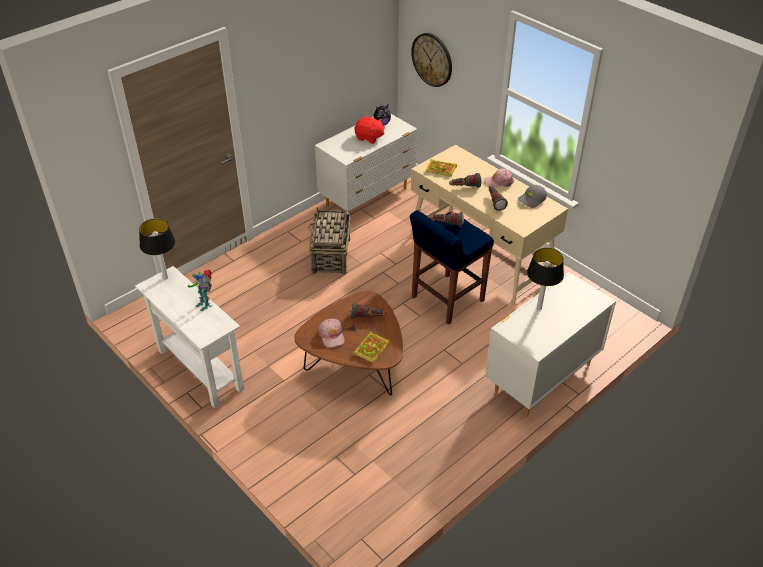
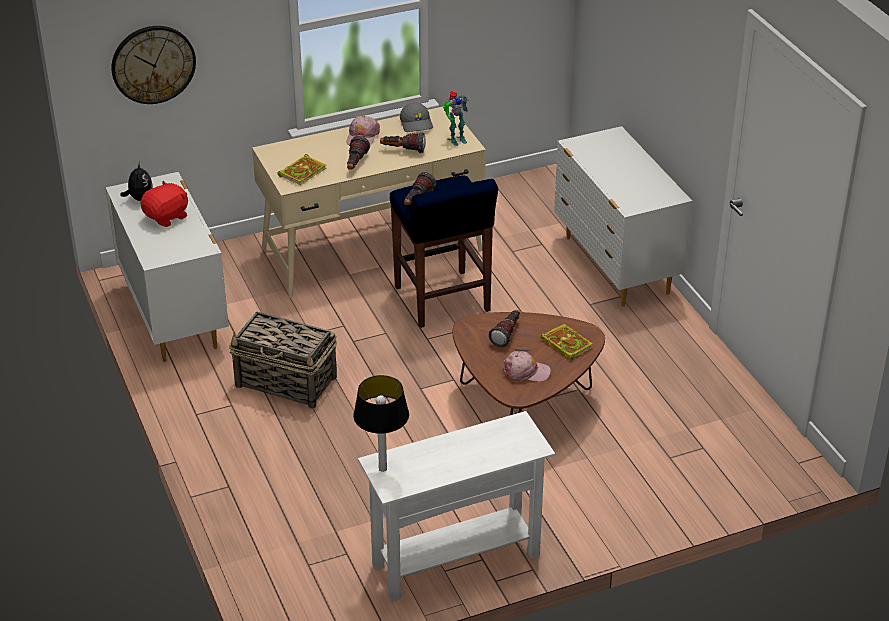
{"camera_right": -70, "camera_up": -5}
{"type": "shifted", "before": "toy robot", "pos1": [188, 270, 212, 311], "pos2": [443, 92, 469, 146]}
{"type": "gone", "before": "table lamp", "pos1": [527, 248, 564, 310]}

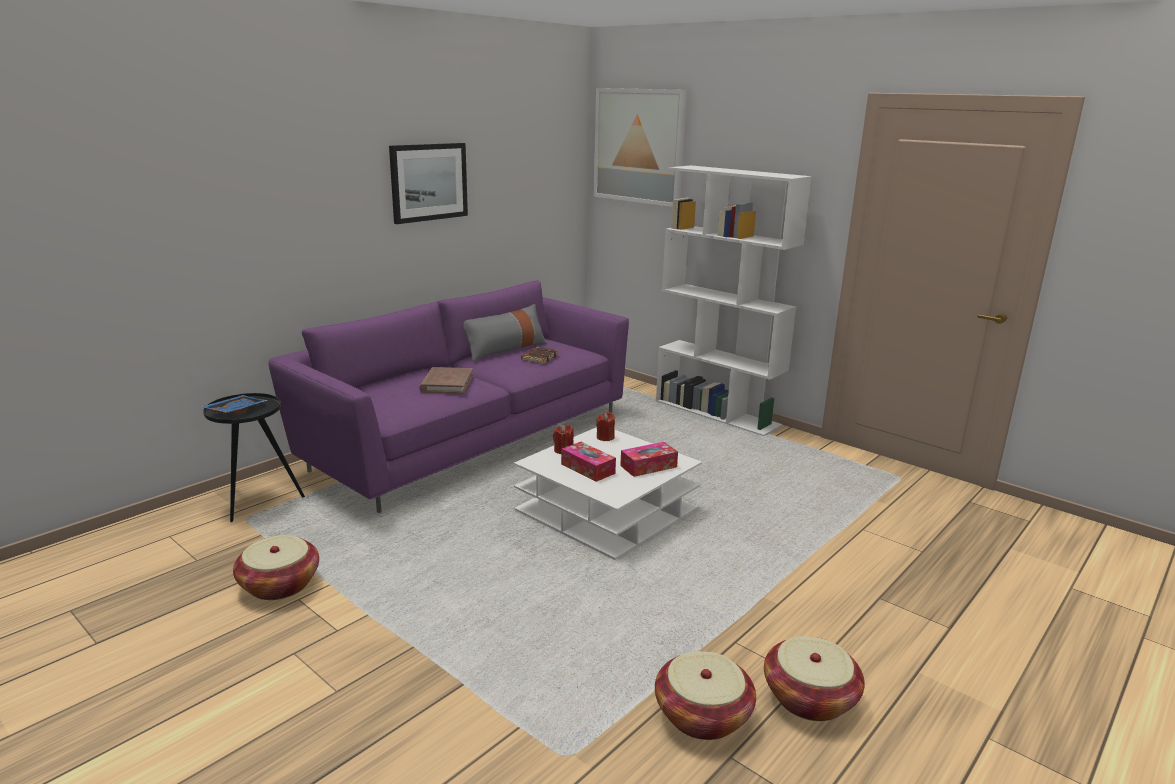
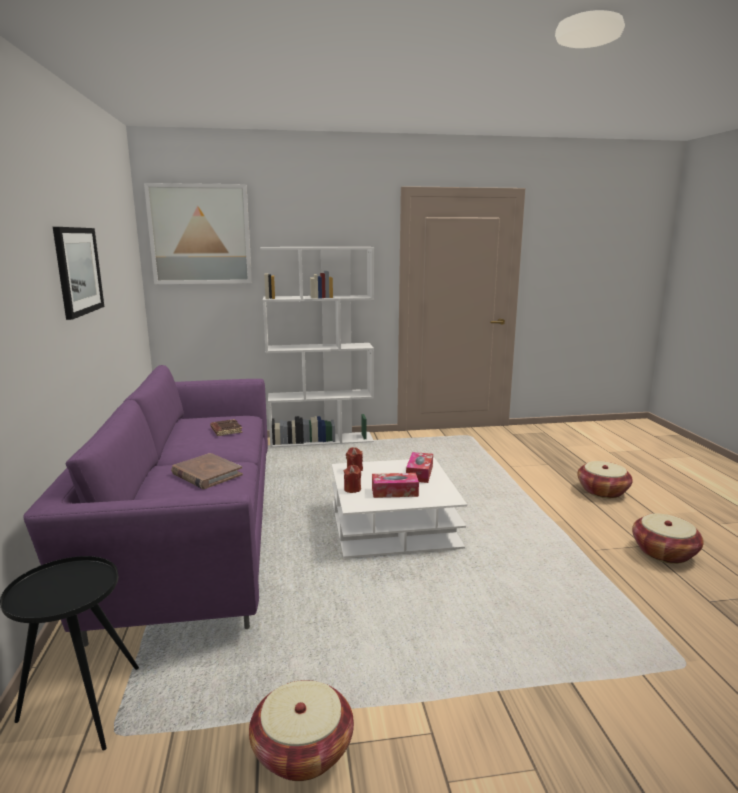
{"camera_right": -50, "camera_up": -5}
{"type": "gone", "before": "tray (blue)", "pos1": [200, 395, 268, 415]}
{"type": "gone", "before": "pillow (grey)", "pos1": [464, 304, 547, 362]}
{"type": "shifted", "before": "basket", "pos1": [655, 651, 756, 740], "pos2": [577, 461, 633, 498]}

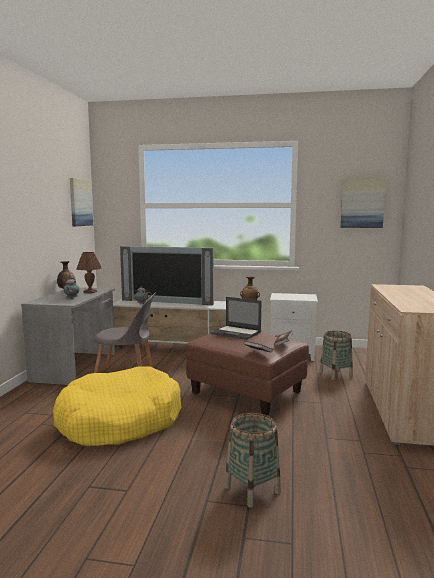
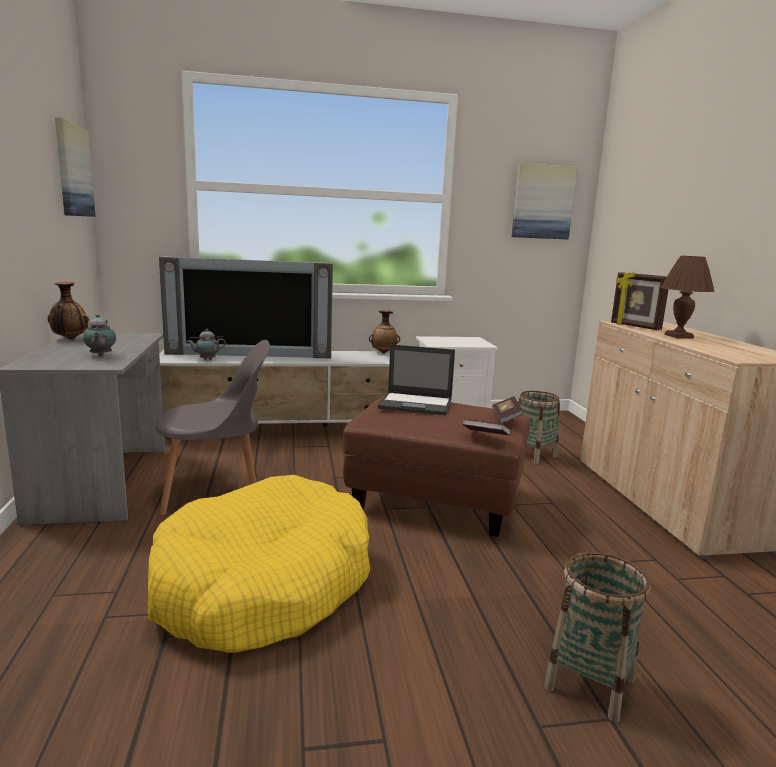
{"camera_right": -20, "camera_up": 5}
{"type": "shifted", "before": "table lamp (brown)", "pos1": [77, 252, 102, 293], "pos2": [661, 256, 715, 338]}
{"type": "new", "after": "picture frame", "pos2": [611, 271, 669, 330]}

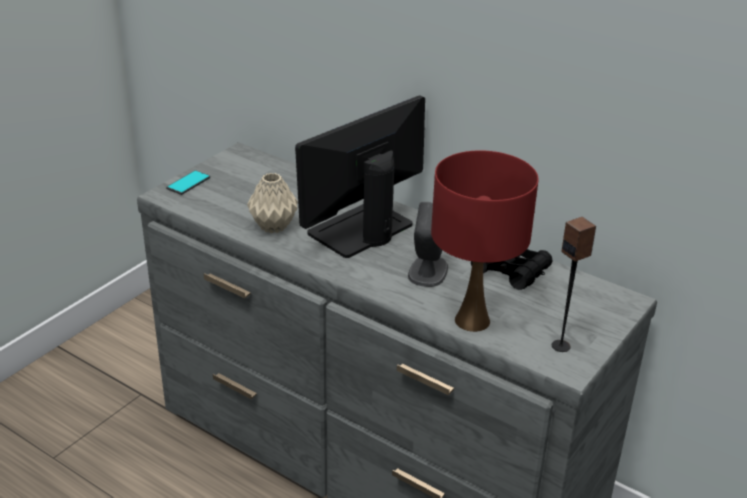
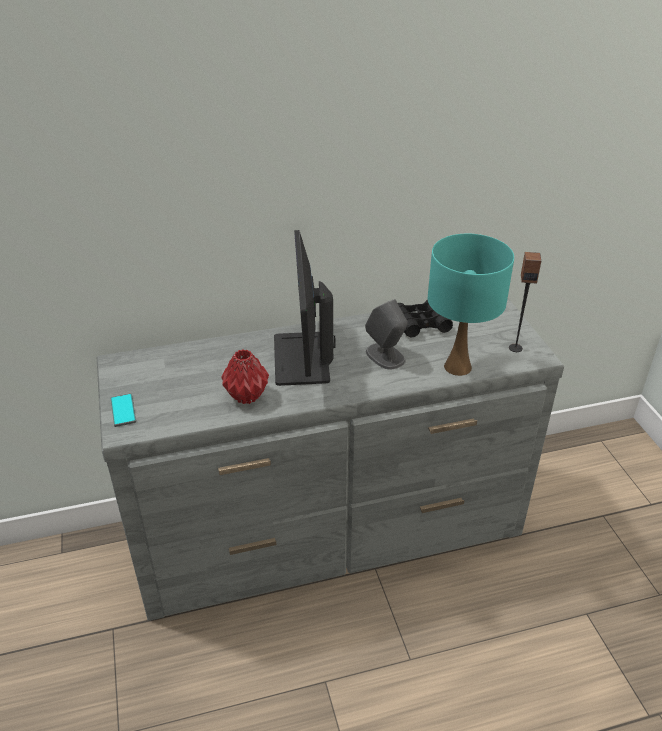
{"camera_right": -50, "camera_up": 5}
{"type": "repainted", "before": "vase (beige)", "after": "vase (red)", "pos1": [247, 173, 298, 233], "pos2": [221, 349, 269, 404]}
{"type": "repainted", "before": "table lamp (red)", "after": "table lamp (turquoise)", "pos1": [431, 150, 538, 332], "pos2": [428, 234, 514, 376]}

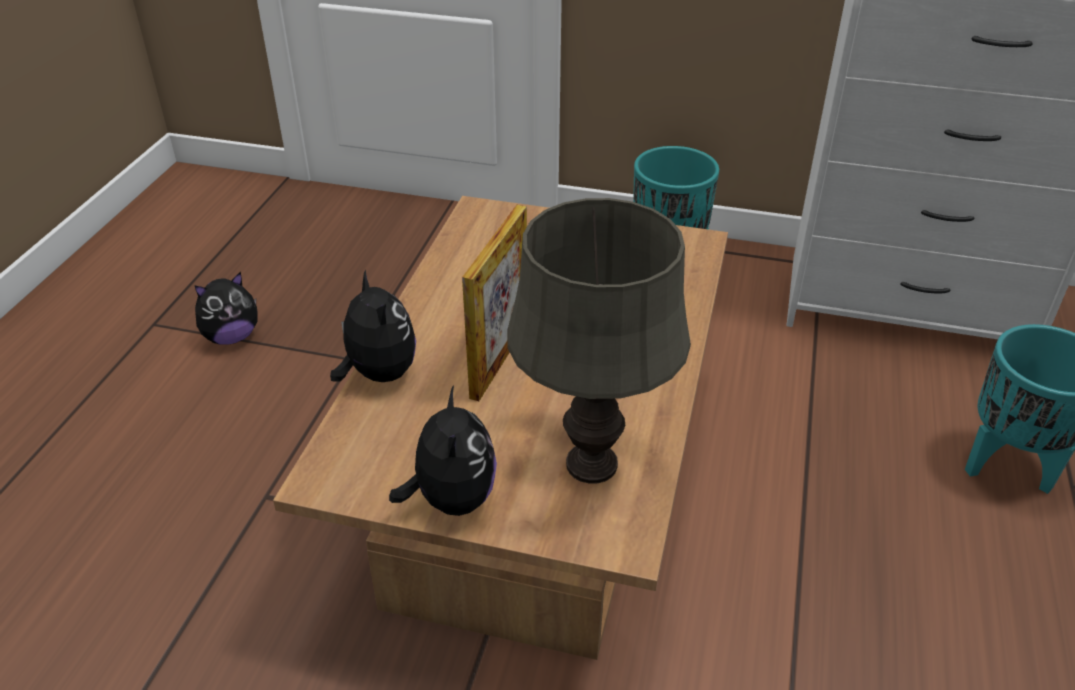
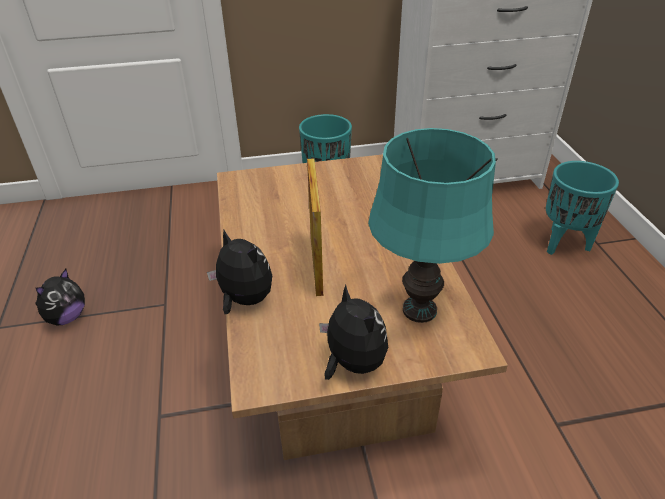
{"camera_right": -25, "camera_up": 0}
{"type": "repainted", "before": "table lamp (grey)", "after": "table lamp (turquoise)", "pos1": [507, 198, 691, 484], "pos2": [368, 128, 496, 323]}

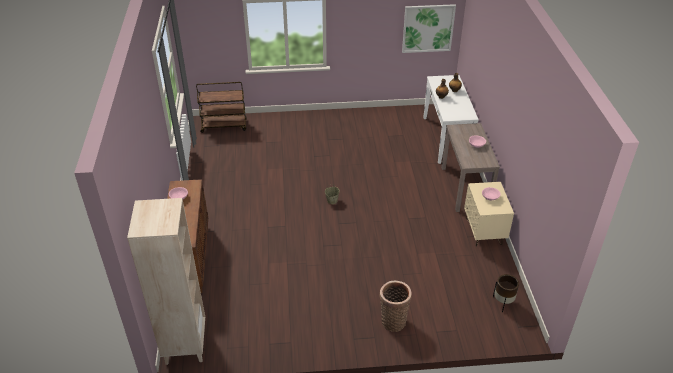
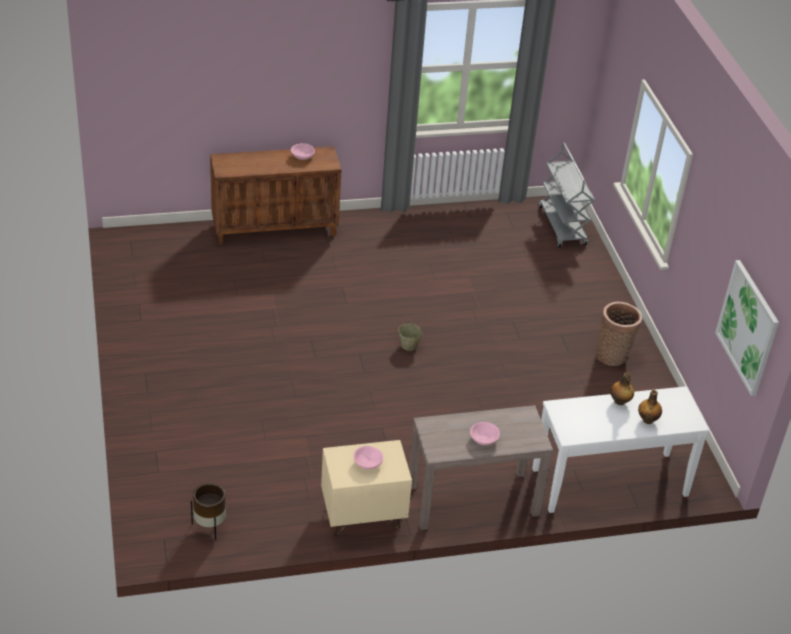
{"camera_right": 80, "camera_up": 0}
{"type": "gone", "before": "bookcase (beige)", "pos1": [127, 198, 205, 365]}
{"type": "repainted", "before": "cart (brown)", "after": "cart (grey)", "pos1": [196, 82, 247, 133], "pos2": [539, 143, 595, 247]}
{"type": "shifted", "before": "basket", "pos1": [380, 281, 412, 332], "pos2": [596, 302, 642, 366]}

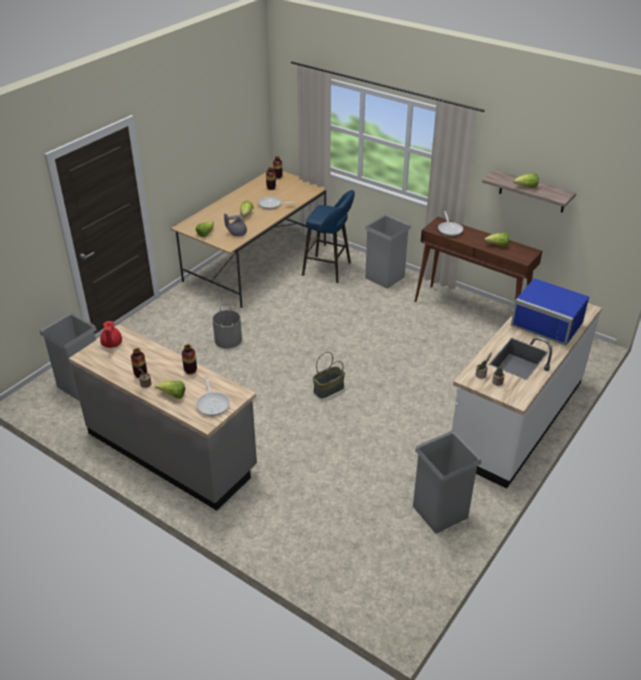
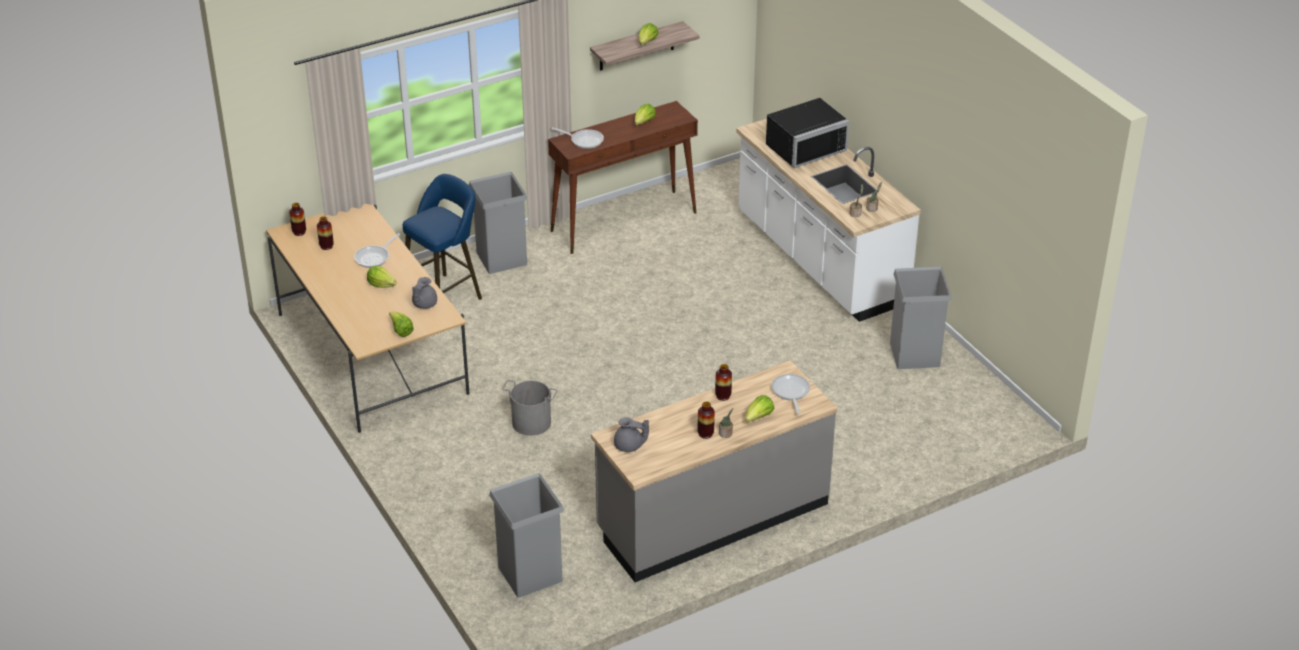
{"camera_right": -65, "camera_up": 0}
{"type": "repainted", "before": "teapot (red)", "after": "teapot (grey)", "pos1": [100, 321, 122, 348], "pos2": [614, 417, 649, 452]}
{"type": "rotated", "before": "frying pan", "pos1": [196, 376, 230, 416], "pos2": [771, 374, 810, 414], "turn": -105}
{"type": "gone", "before": "basket", "pos1": [313, 352, 345, 398]}
{"type": "repainted", "before": "microwave (blue)", "after": "microwave (black)", "pos1": [511, 278, 589, 346], "pos2": [766, 98, 849, 168]}

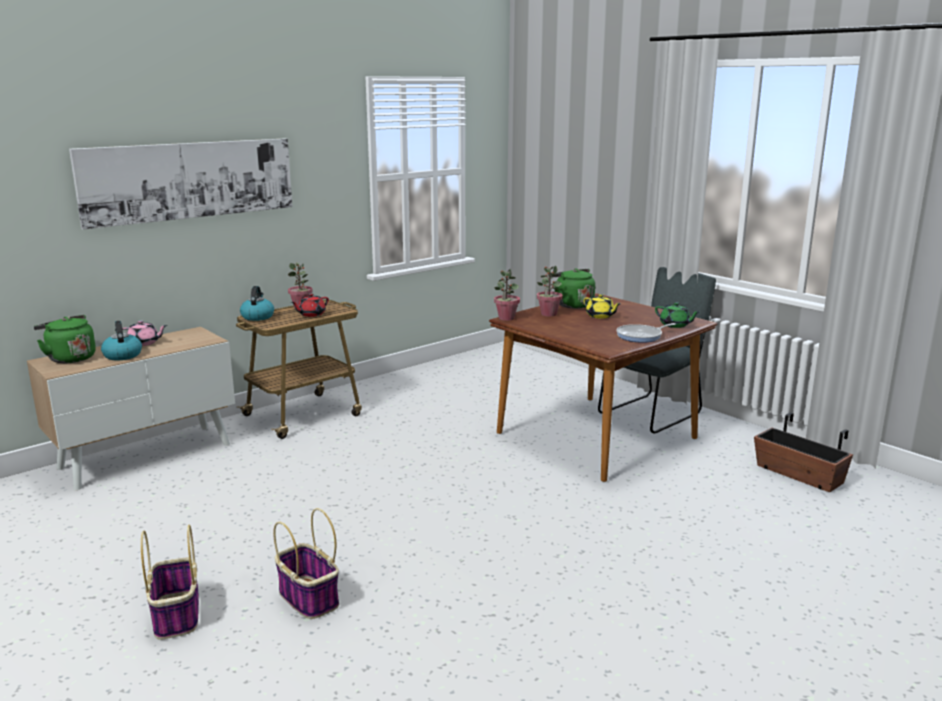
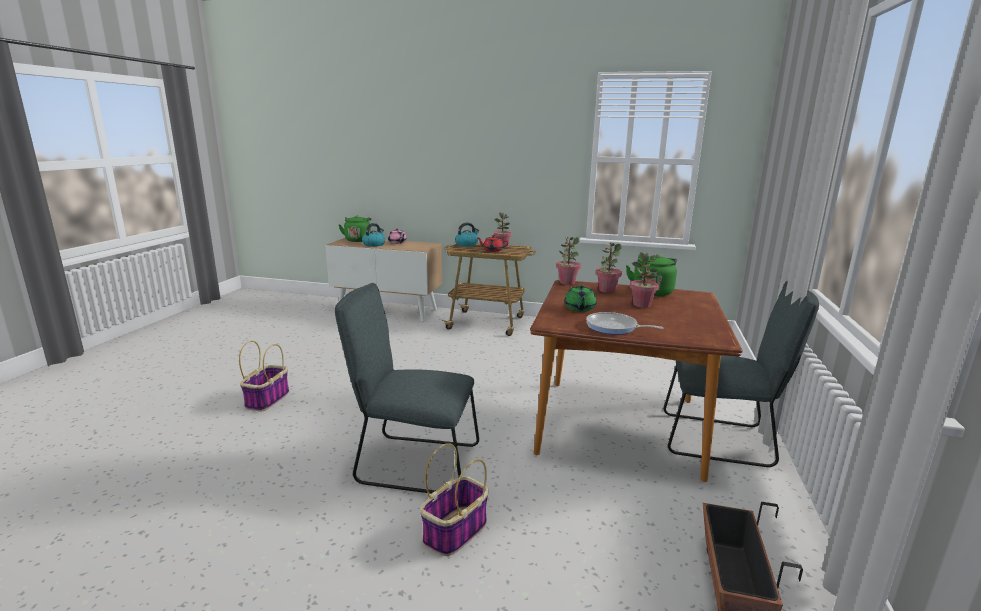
{"camera_right": 55, "camera_up": 0}
{"type": "gone", "before": "picture", "pos1": [69, 138, 292, 229]}
{"type": "shifted", "before": "basket", "pos1": [141, 525, 199, 640], "pos2": [420, 443, 489, 556]}
{"type": "swapped", "before": "teapot (yellow)", "after": "potted plant", "pos1": [583, 294, 621, 319], "pos2": [630, 252, 659, 308]}
{"type": "shifted", "before": "teapot (green)", "pos1": [655, 302, 699, 328], "pos2": [565, 284, 596, 312]}
{"type": "new", "after": "chair (grey)", "pos2": [335, 283, 479, 494]}

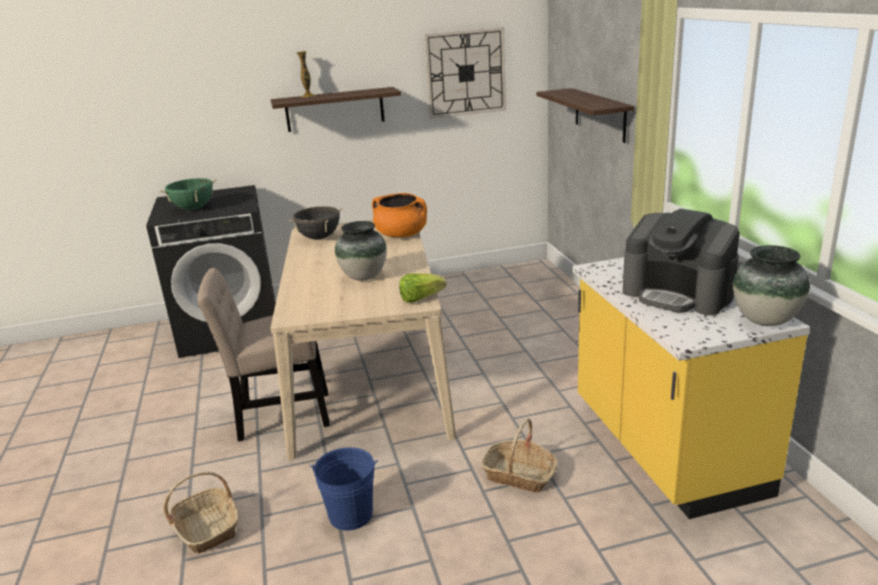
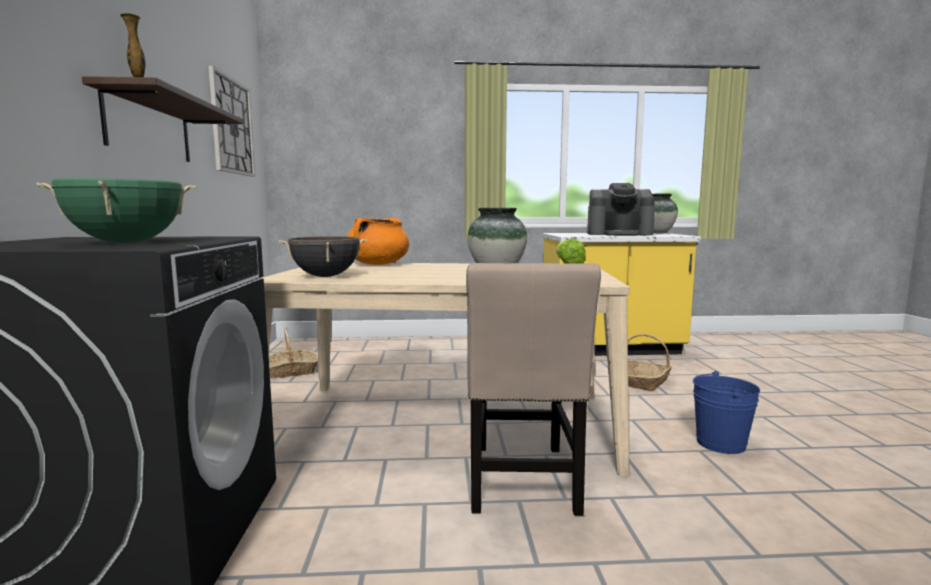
{"camera_right": -80, "camera_up": -15}
{"type": "shifted", "before": "basket", "pos1": [163, 472, 239, 554], "pos2": [269, 327, 318, 378]}
{"type": "gone", "before": "shelf", "pos1": [536, 88, 634, 143]}
{"type": "rotated", "before": "coffee machine", "pos1": [623, 209, 740, 315], "pos2": [587, 183, 655, 236], "turn": 45}

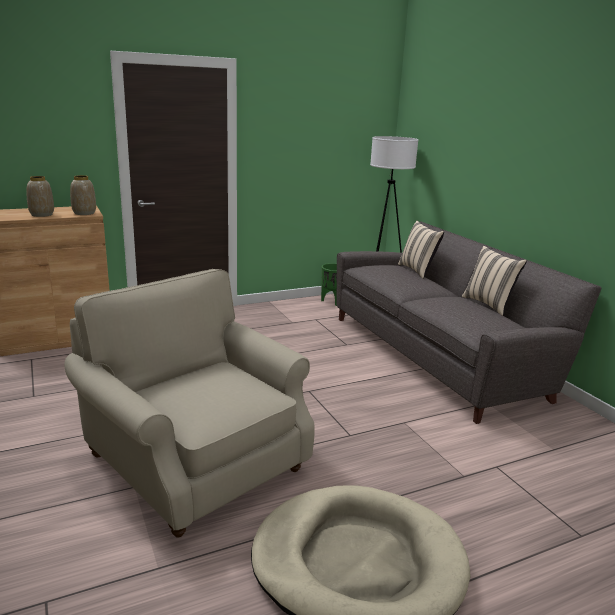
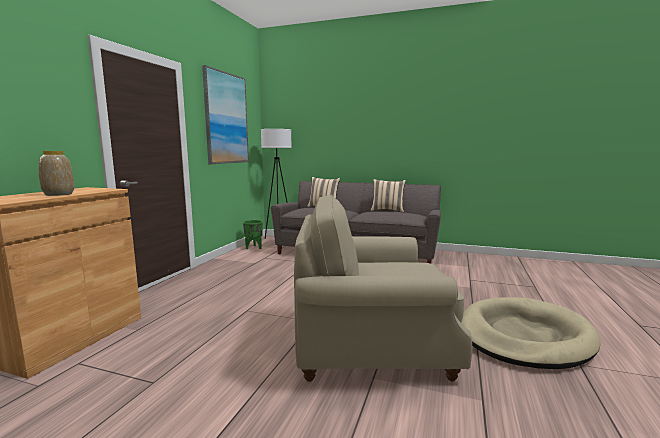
{"camera_right": -45, "camera_up": -10}
{"type": "gone", "before": "vase", "pos1": [70, 175, 96, 215]}
{"type": "new", "after": "picture", "pos2": [202, 65, 249, 164]}

